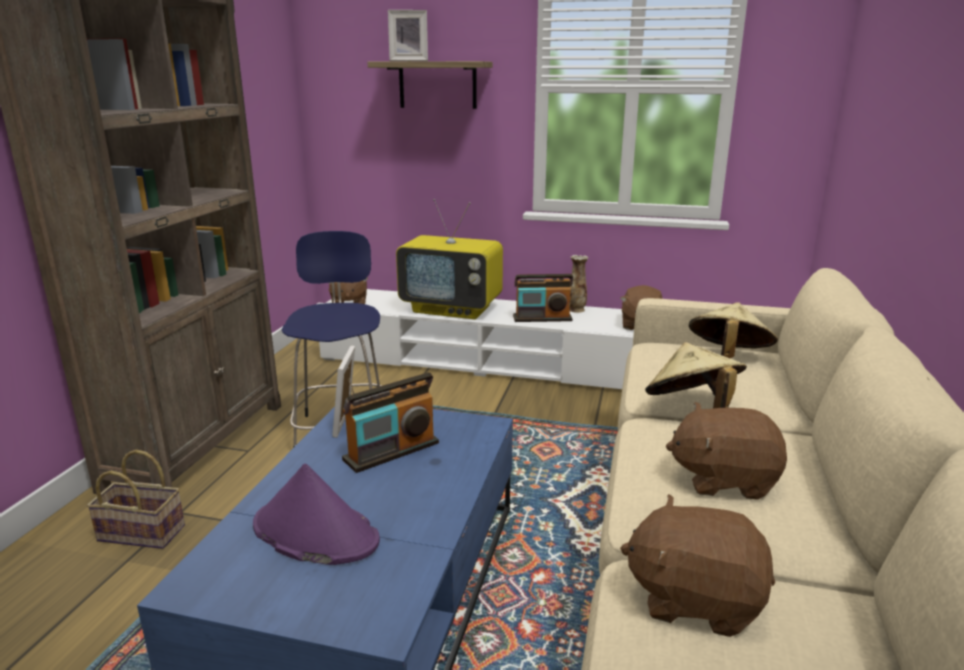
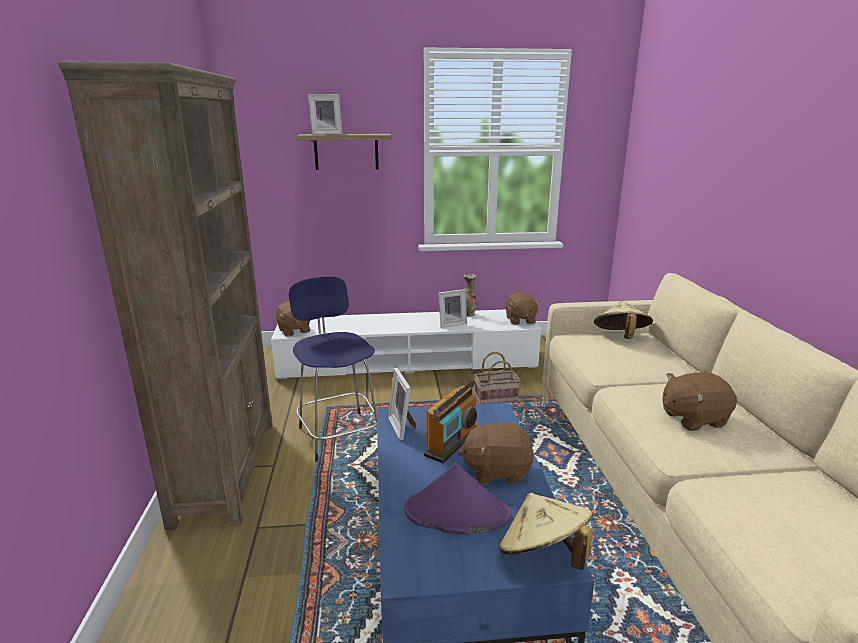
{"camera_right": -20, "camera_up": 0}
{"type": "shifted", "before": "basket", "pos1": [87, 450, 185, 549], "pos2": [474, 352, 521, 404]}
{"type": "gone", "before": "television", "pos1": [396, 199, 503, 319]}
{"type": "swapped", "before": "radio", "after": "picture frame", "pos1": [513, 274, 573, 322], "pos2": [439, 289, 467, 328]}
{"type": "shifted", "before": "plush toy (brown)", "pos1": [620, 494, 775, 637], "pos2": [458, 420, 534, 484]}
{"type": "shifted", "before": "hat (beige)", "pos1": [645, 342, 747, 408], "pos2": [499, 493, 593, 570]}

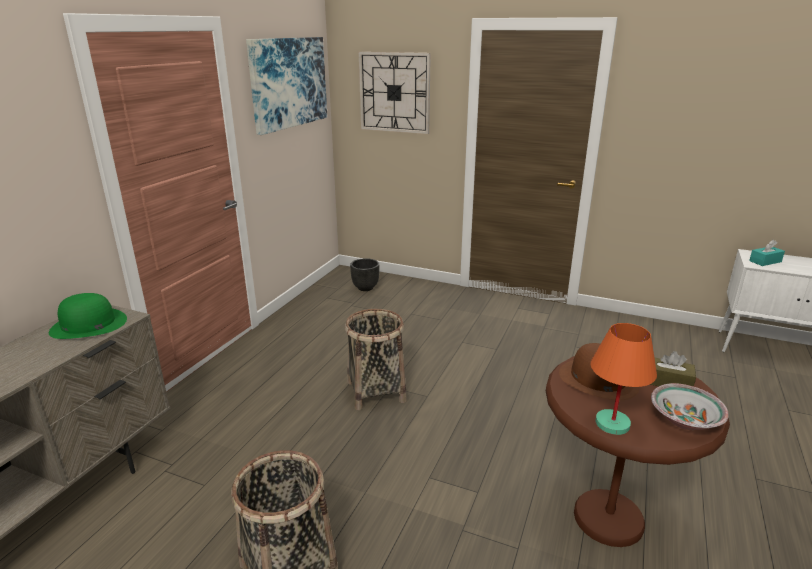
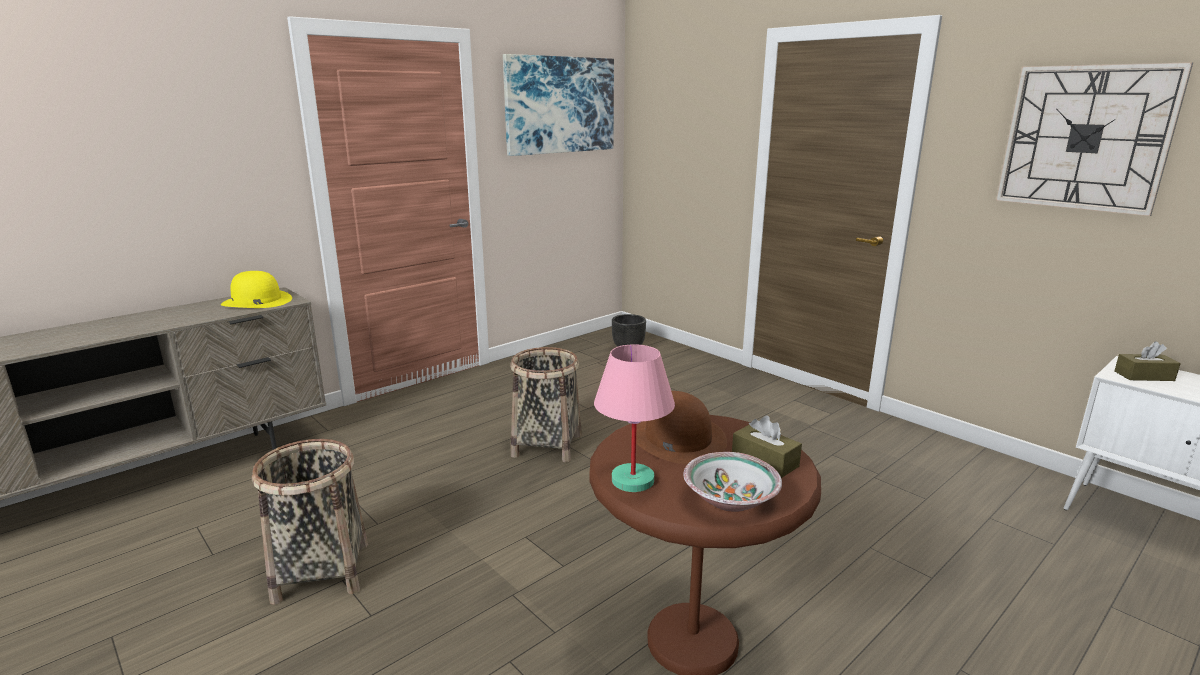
{"camera_right": 25, "camera_up": -5}
{"type": "repainted", "before": "hat (green)", "after": "hat (yellow)", "pos1": [49, 293, 127, 339], "pos2": [221, 271, 292, 308]}
{"type": "shifted", "before": "wall clock", "pos1": [359, 52, 431, 134], "pos2": [996, 62, 1193, 216]}
{"type": "repainted", "before": "table lamp (orange)", "after": "table lamp (pink)", "pos1": [591, 323, 657, 435], "pos2": [594, 344, 675, 492]}
{"type": "repainted", "before": "tissue box (turquoise)", "after": "tissue box (brown)", "pos1": [749, 240, 785, 266], "pos2": [1114, 341, 1181, 381]}

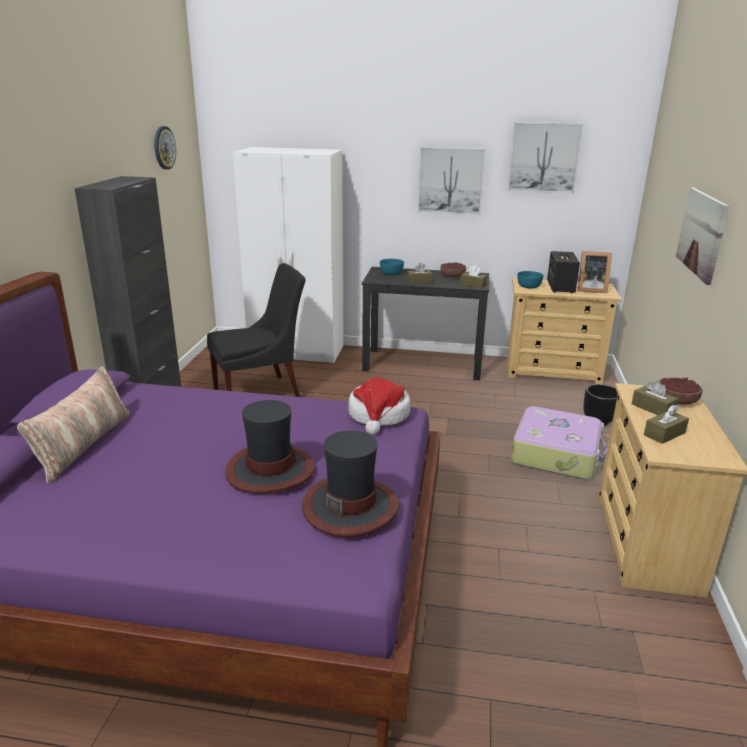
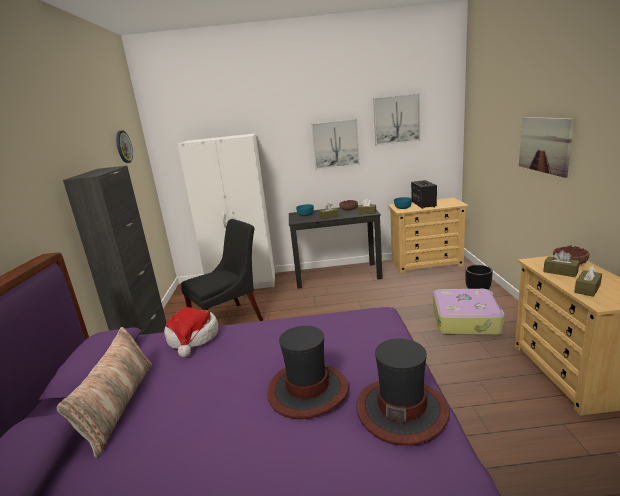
{"camera_right": -10, "camera_up": -5}
{"type": "shifted", "before": "hat", "pos1": [349, 378, 410, 435], "pos2": [164, 307, 218, 357]}
{"type": "gone", "before": "picture frame", "pos1": [578, 251, 612, 293]}

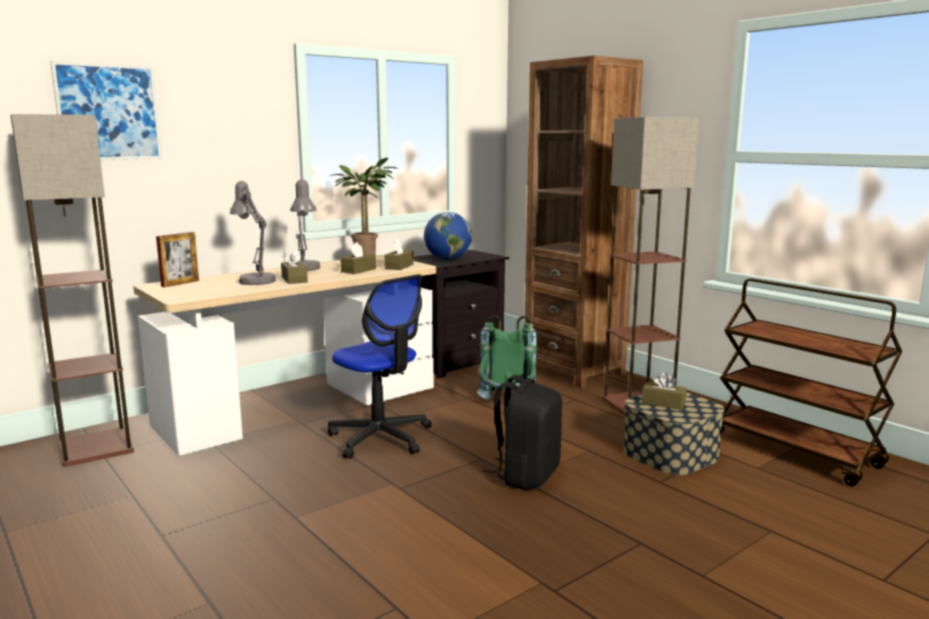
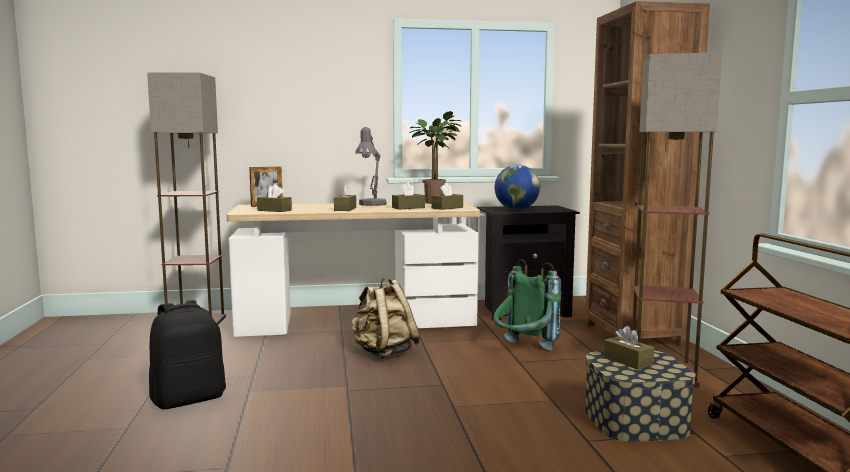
{"camera_right": 30, "camera_up": -5}
{"type": "gone", "before": "picture", "pos1": [51, 61, 162, 160]}
{"type": "gone", "before": "table lamp (grey)", "pos1": [230, 181, 276, 285]}
{"type": "swapped", "before": "office chair", "after": "backpack (beige)", "pos1": [328, 274, 432, 459], "pos2": [351, 277, 420, 359]}
{"type": "shifted", "before": "backpack (black)", "pos1": [483, 375, 562, 490], "pos2": [149, 300, 226, 409]}
{"type": "new", "after": "tissue box (brown)", "pos2": [257, 184, 292, 212]}

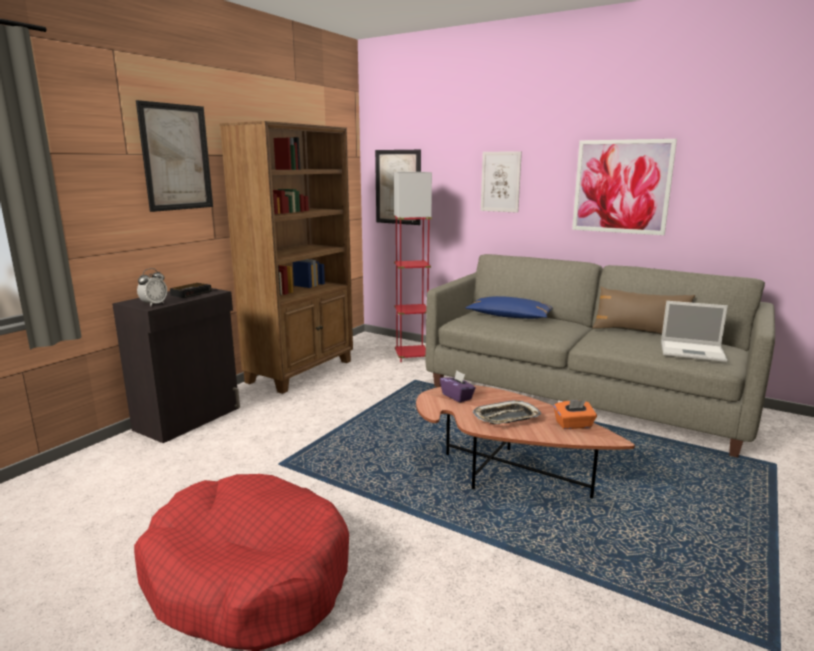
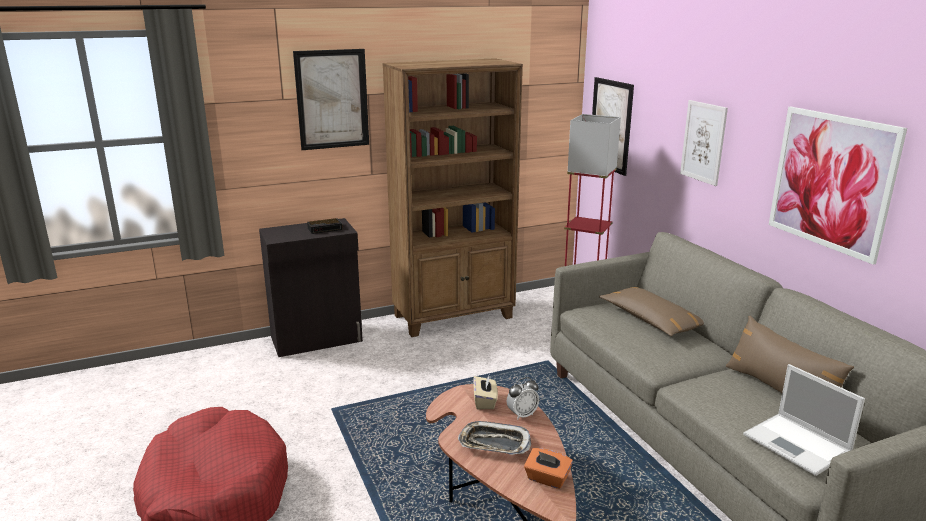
{"camera_right": 35, "camera_up": 5}
{"type": "shifted", "before": "alarm clock", "pos1": [137, 268, 167, 307], "pos2": [507, 377, 539, 420]}
{"type": "repainted", "before": "tissue box (purple)", "after": "tissue box (beige)", "pos1": [440, 370, 476, 402], "pos2": [473, 376, 498, 409]}
{"type": "repainted", "before": "pillow (blue)", "after": "pillow (brown)", "pos1": [465, 296, 552, 319], "pos2": [599, 287, 704, 336]}

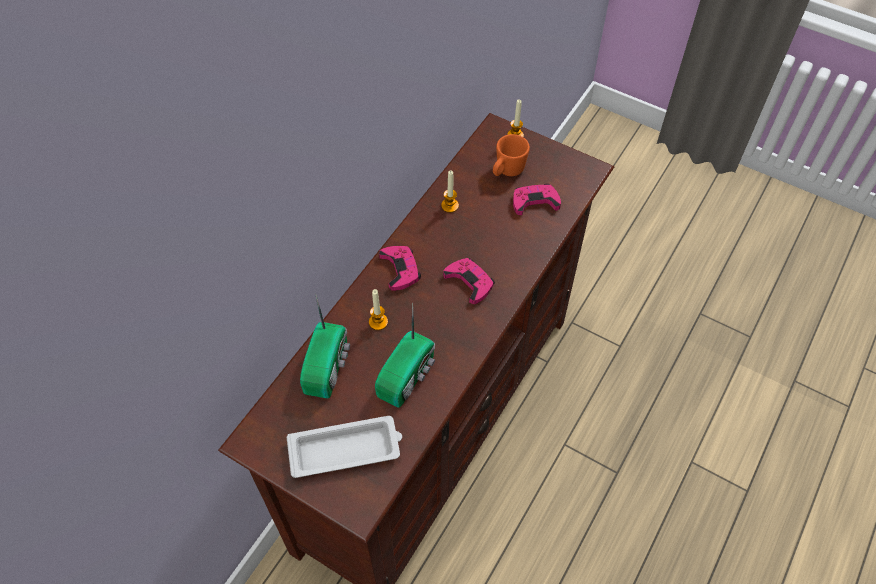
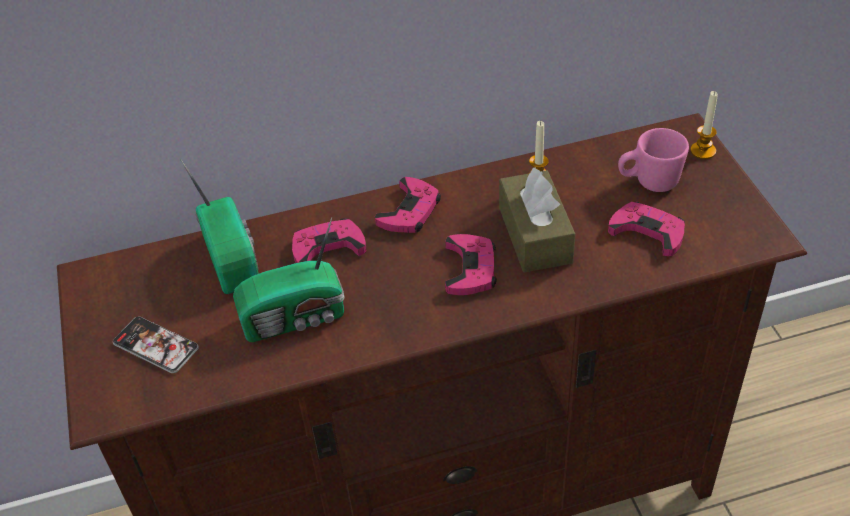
{"camera_right": 45, "camera_up": -10}
{"type": "swapped", "before": "tray (white)", "after": "phone", "pos1": [287, 416, 402, 478], "pos2": [113, 317, 199, 373]}
{"type": "rotated", "before": "radio", "pos1": [300, 293, 350, 399], "pos2": [180, 159, 259, 294], "turn": -75}
{"type": "swapped", "before": "candle", "after": "game controller (pink)", "pos1": [369, 289, 388, 330], "pos2": [292, 218, 366, 263]}
{"type": "repainted", "before": "mug (orange)", "after": "mug (pink)", "pos1": [493, 134, 530, 176], "pos2": [618, 128, 689, 192]}
{"type": "new", "after": "tissue box (brown)", "pos2": [499, 167, 575, 273]}

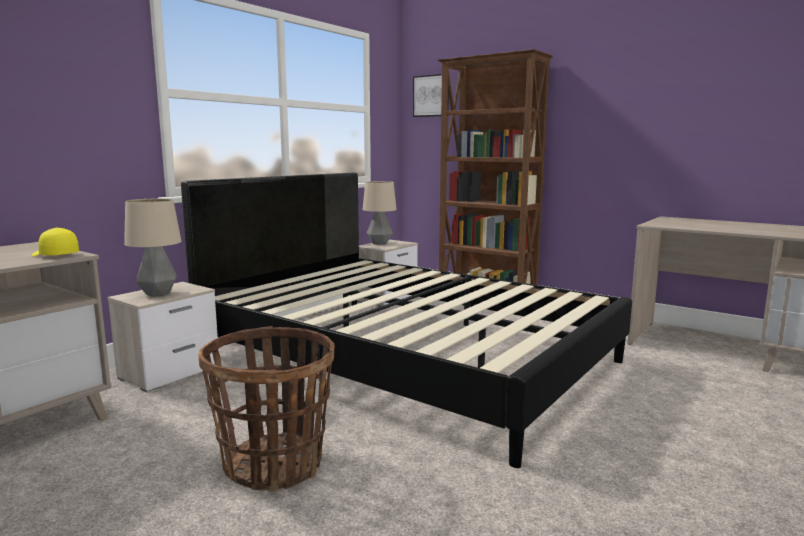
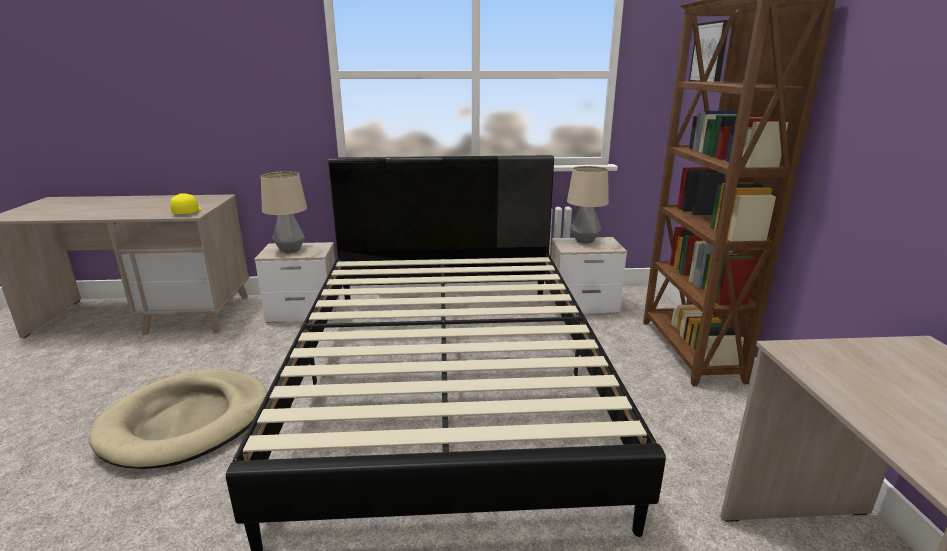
{"camera_right": 50, "camera_up": 10}
{"type": "swapped", "before": "basket", "after": "dog bed (beige)", "pos1": [198, 326, 334, 492], "pos2": [89, 369, 268, 469]}

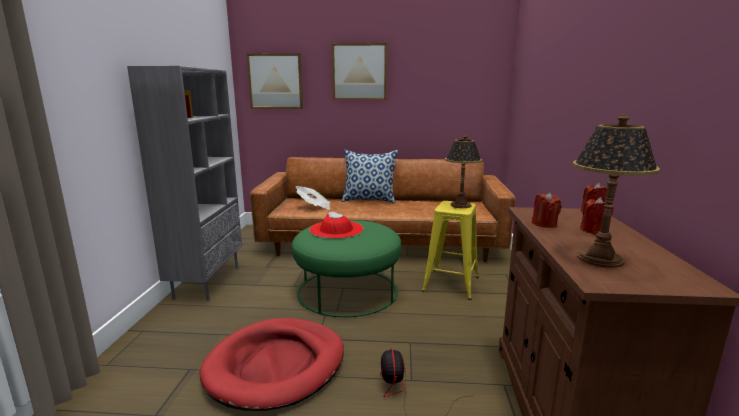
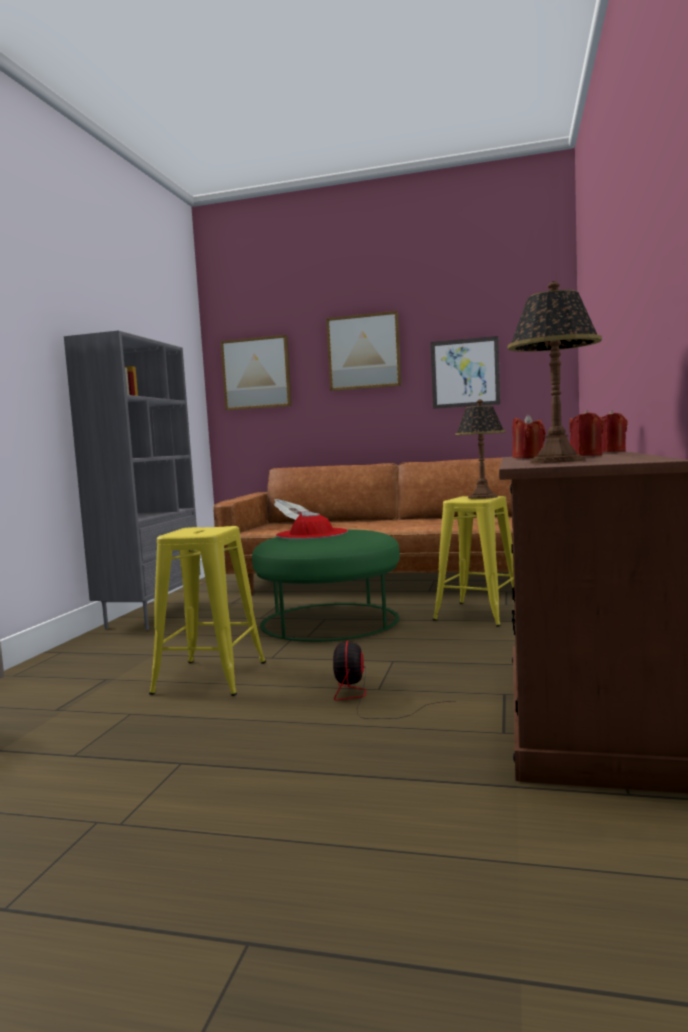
{"camera_right": 10, "camera_up": -10}
{"type": "swapped", "before": "dog bed (red)", "after": "stool (yellow)", "pos1": [199, 318, 344, 411], "pos2": [149, 526, 266, 696]}
{"type": "gone", "before": "pillow", "pos1": [342, 149, 398, 203]}
{"type": "new", "after": "picture", "pos2": [430, 336, 500, 409]}

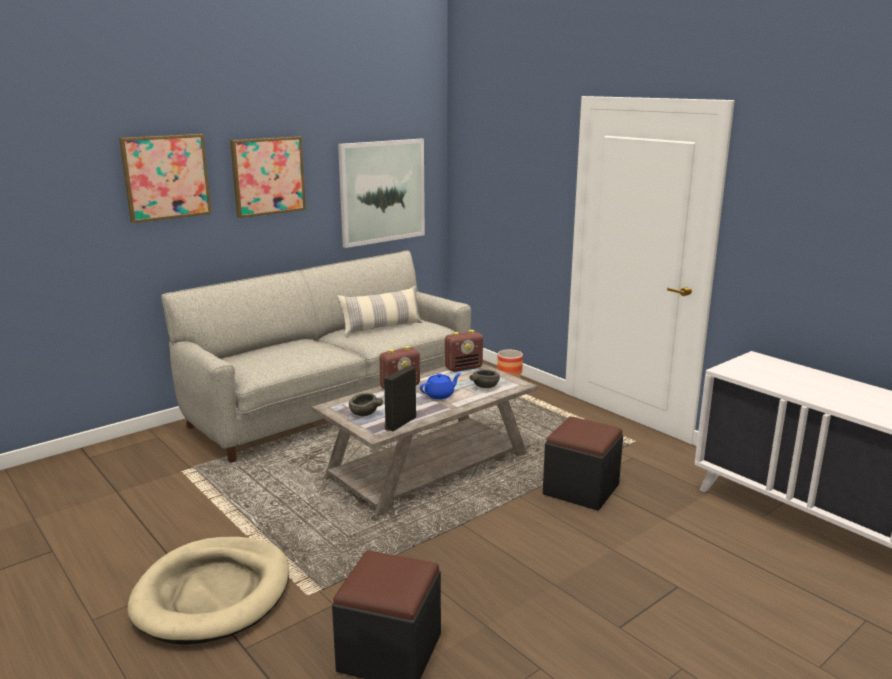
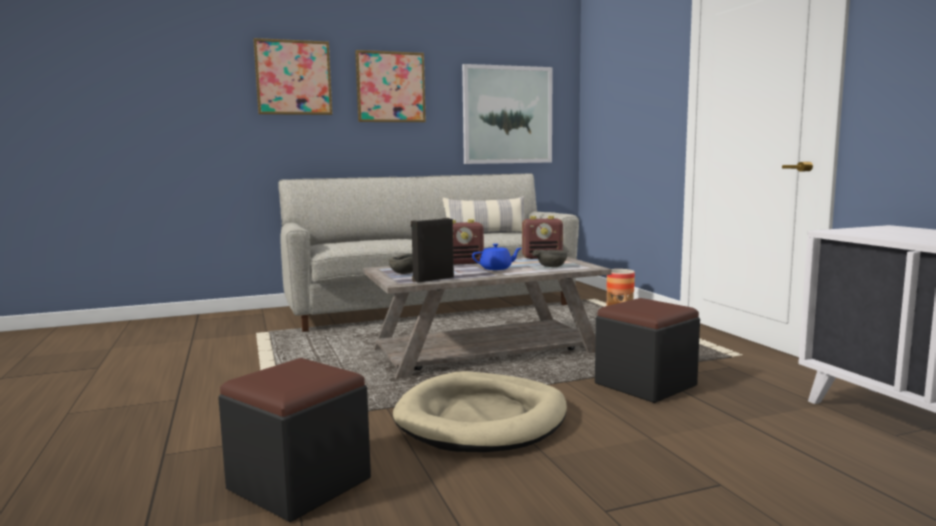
{"camera_right": 20, "camera_up": -10}
{"type": "shifted", "before": "dog bed (beige)", "pos1": [127, 537, 289, 645], "pos2": [393, 371, 567, 452]}

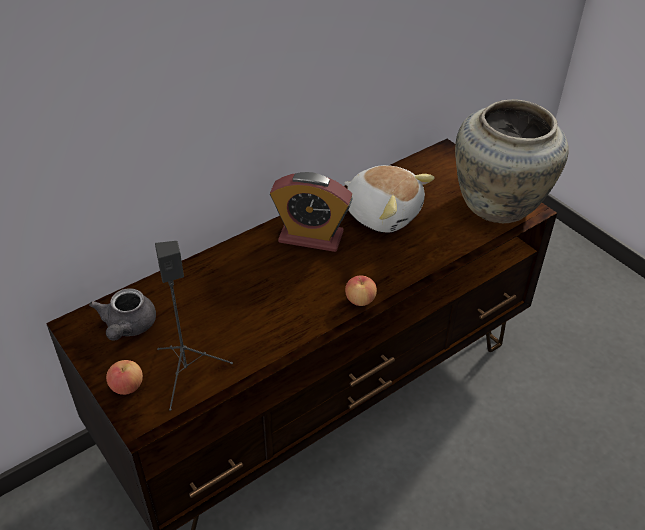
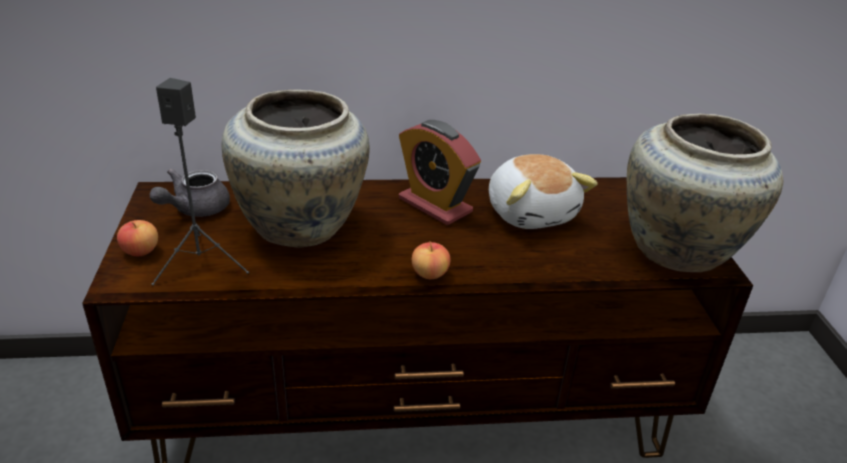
{"camera_right": 30, "camera_up": -10}
{"type": "new", "after": "vase (beige)", "pos2": [222, 90, 370, 247]}

